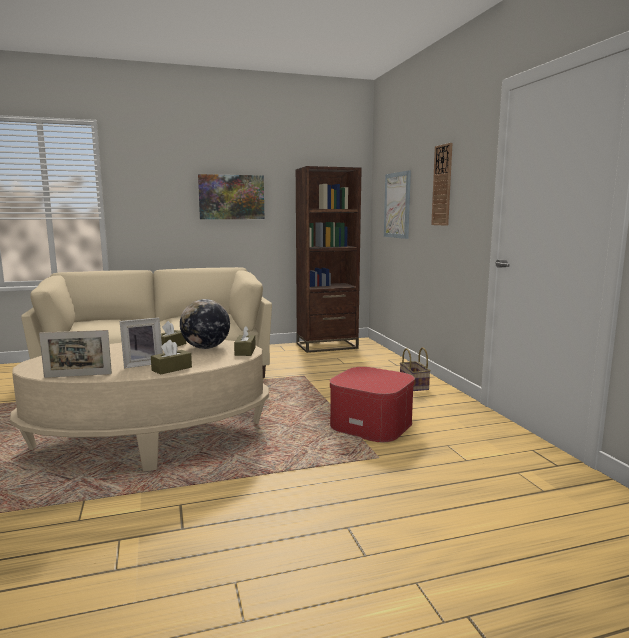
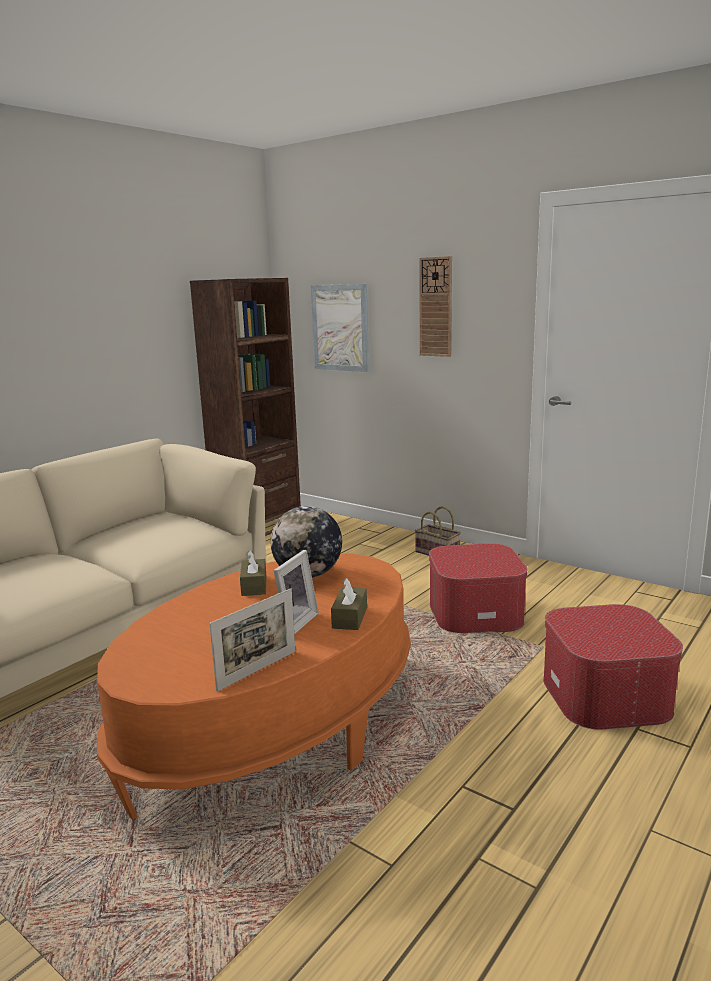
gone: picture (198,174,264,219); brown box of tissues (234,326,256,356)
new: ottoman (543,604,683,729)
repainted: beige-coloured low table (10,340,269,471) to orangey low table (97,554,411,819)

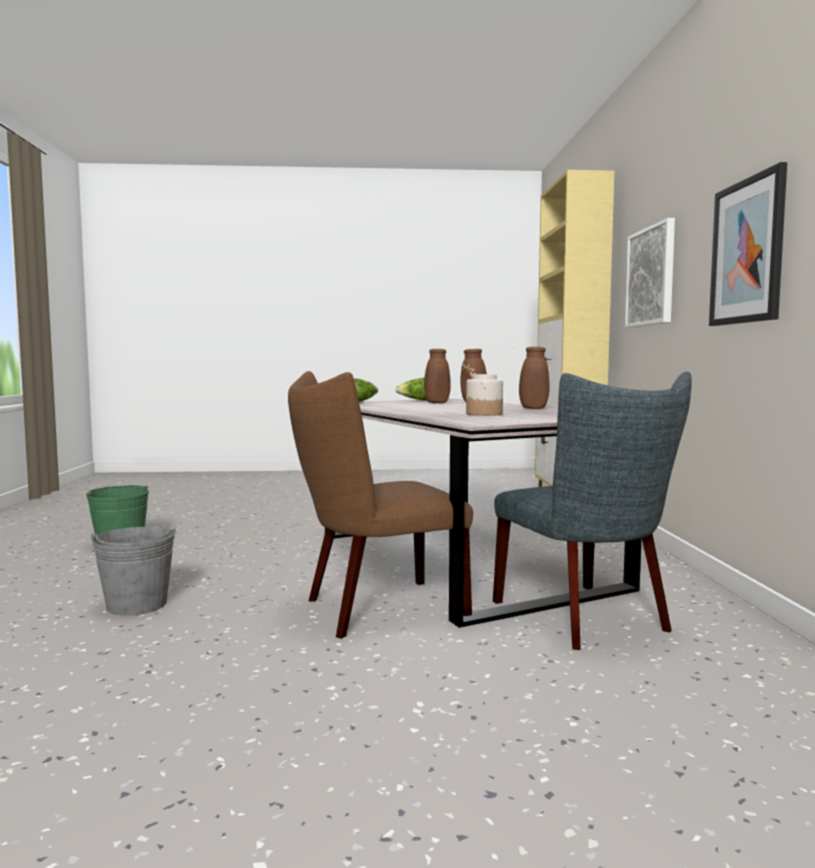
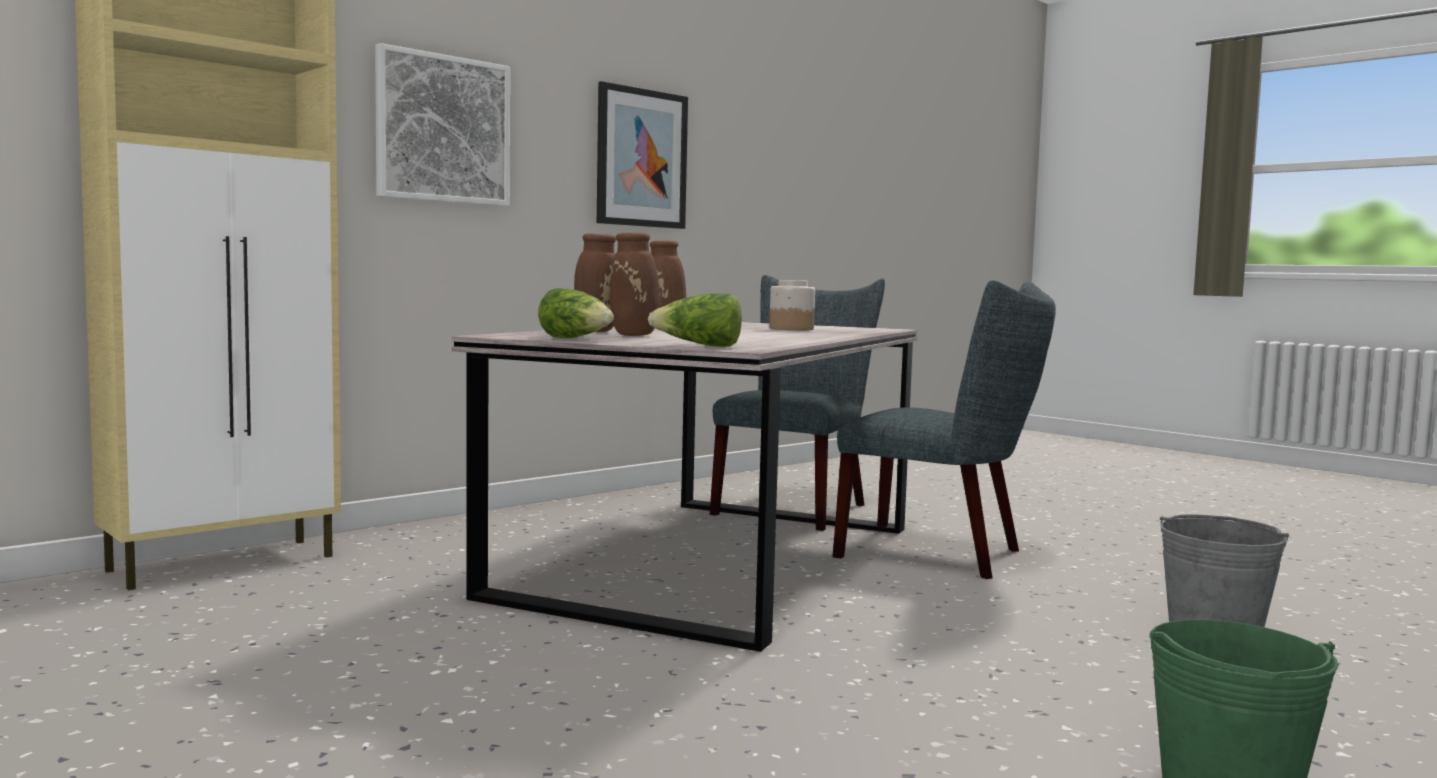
repainted: brown upright chair (288,371,473,639) to greyish upright chair (833,280,1056,579)

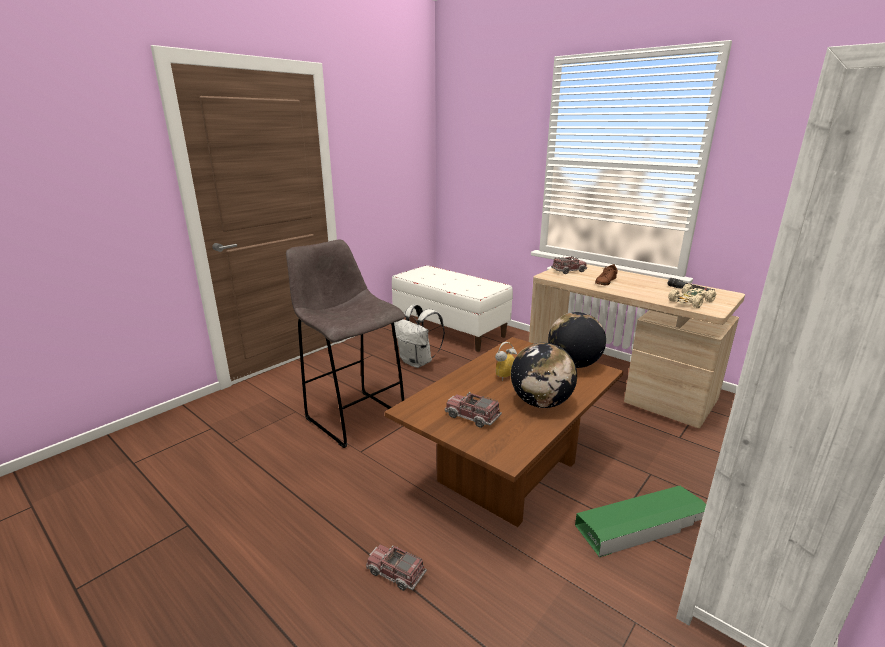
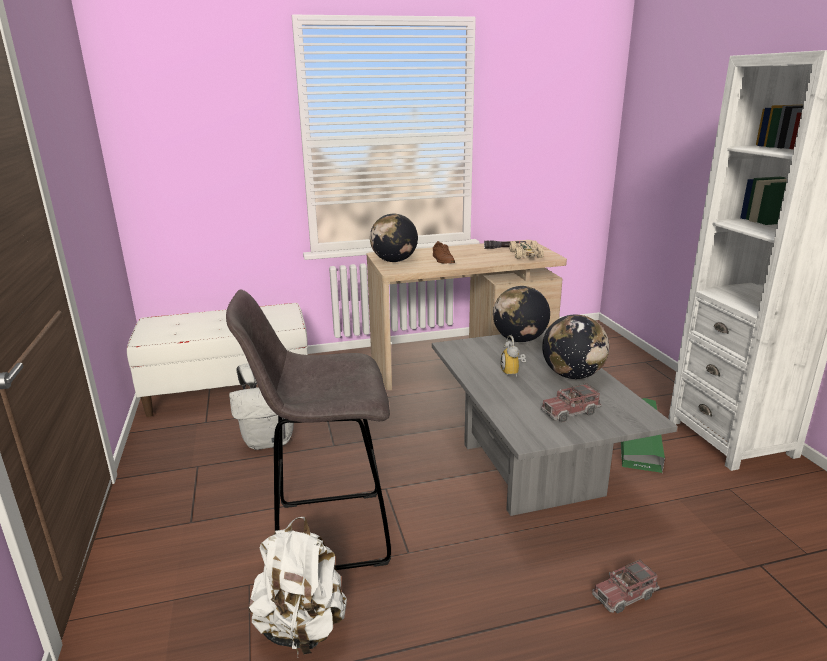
new: whitish backpack (249,517,347,655)
swapped: model truck (551,256,587,274) to globe (370,214,418,262)
repainted: brown low table (385,337,623,527) to greyish low table (432,328,678,516)

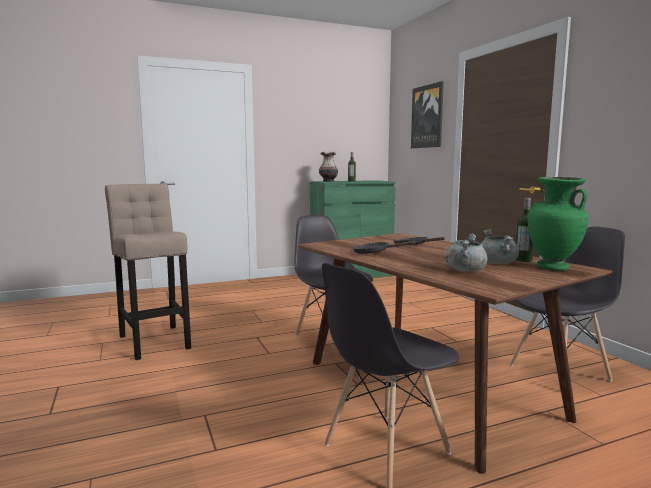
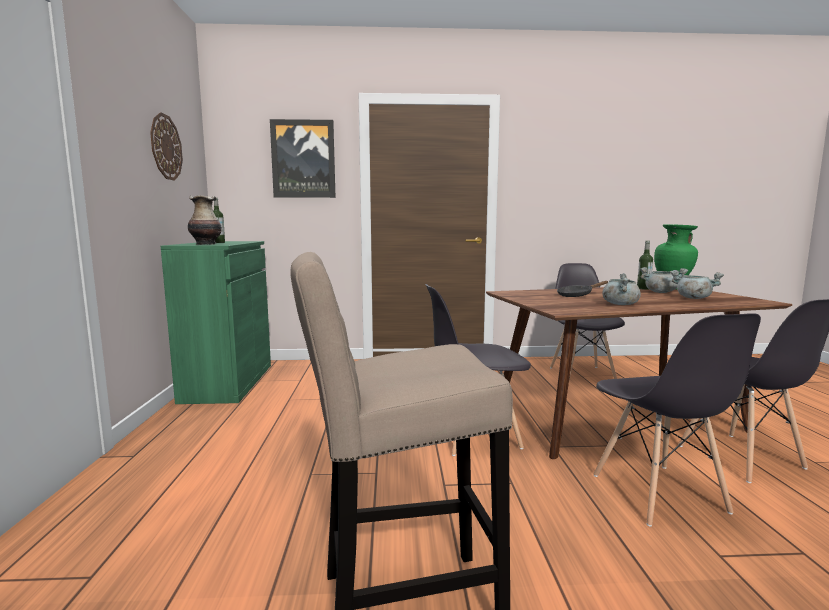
new: wall clock (150,112,183,181); greyish upright chair (593,313,761,527)
swapped: black pan (353,241,416,254) to greyish stockpot (602,273,641,305)

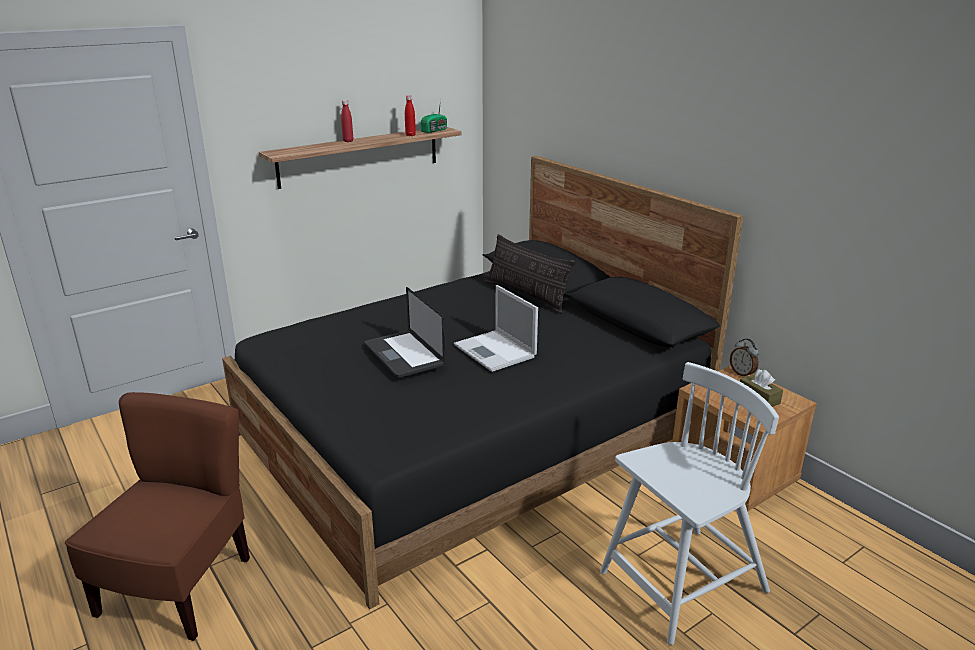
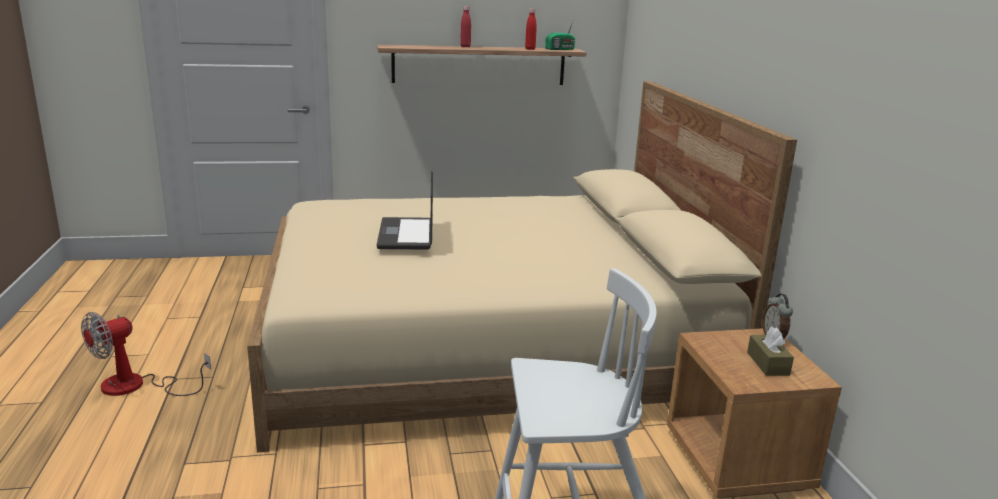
gone: notebook computer (454,285,538,372); cushion (485,234,575,314)
swapped: brown upright chair (65,392,250,641) to fan (81,312,211,396)
repainted: black bed (222,156,743,609) to beige-coloured bed (247,81,797,453)

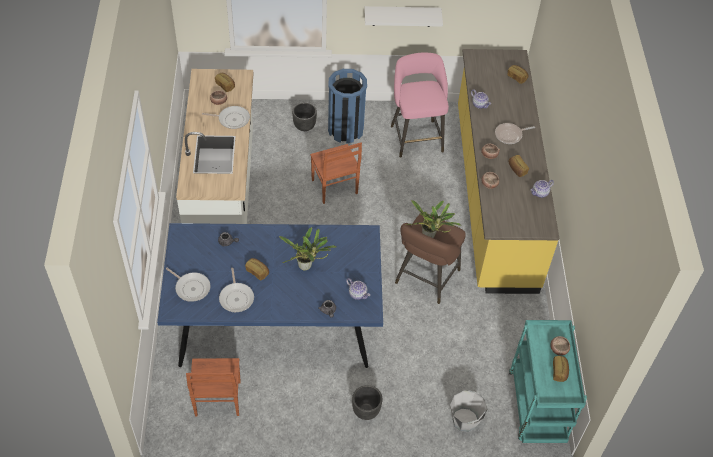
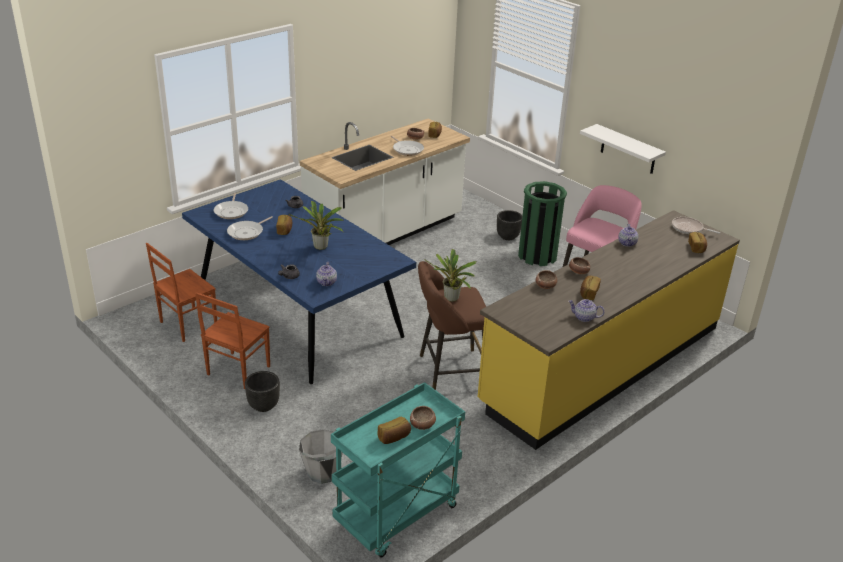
shifted: brown upright chair (310,142,362,204) to (195,292,270,389); pan (495,123,535,144) to (672,217,720,234)
repainted: blue-coloured rubbish bin (328,69,367,143) to greenish rubbish bin (518,181,567,266)

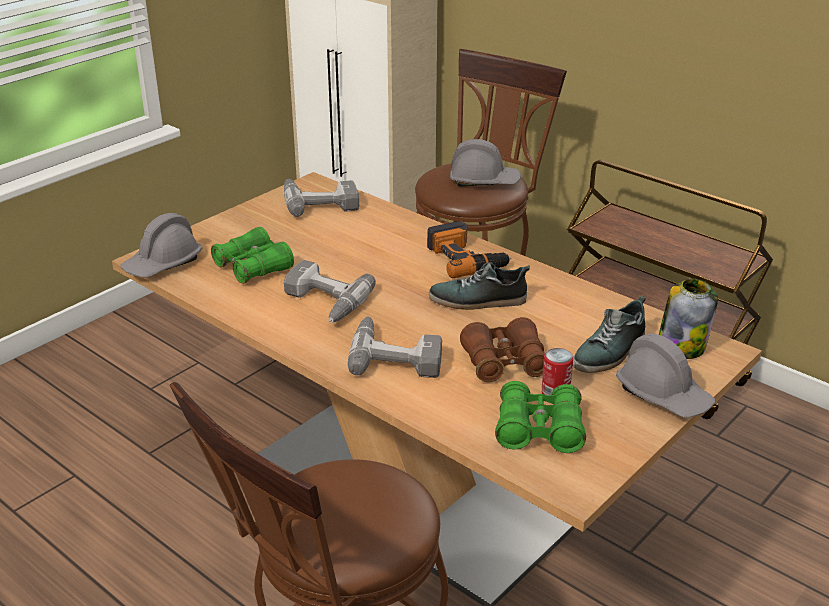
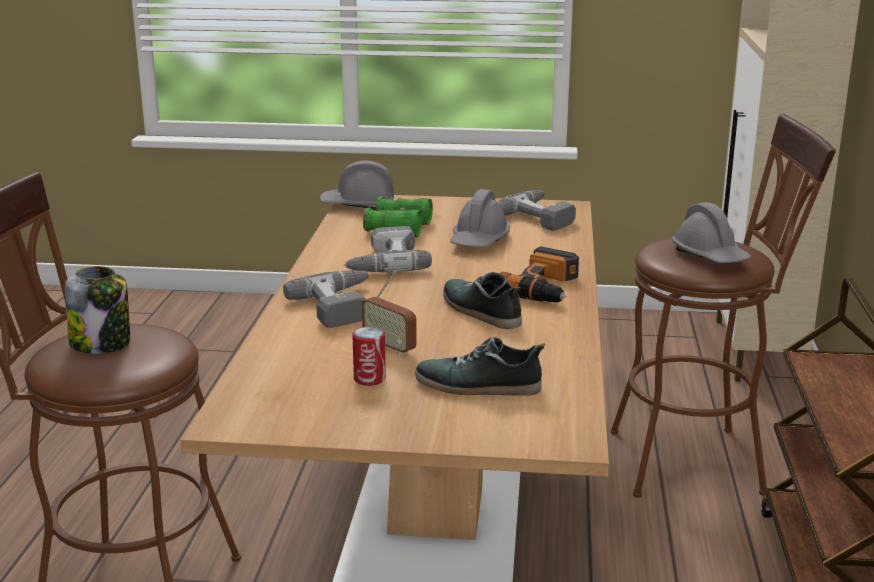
gone: greenish field glasses (495,381,586,453)
shifted: greyish work helmet (616,333,716,418) to (450,189,510,247); storage jar (659,279,718,359) to (65,266,130,354)
swapped: brown field glasses (460,317,545,382) to radio set (362,271,417,355)

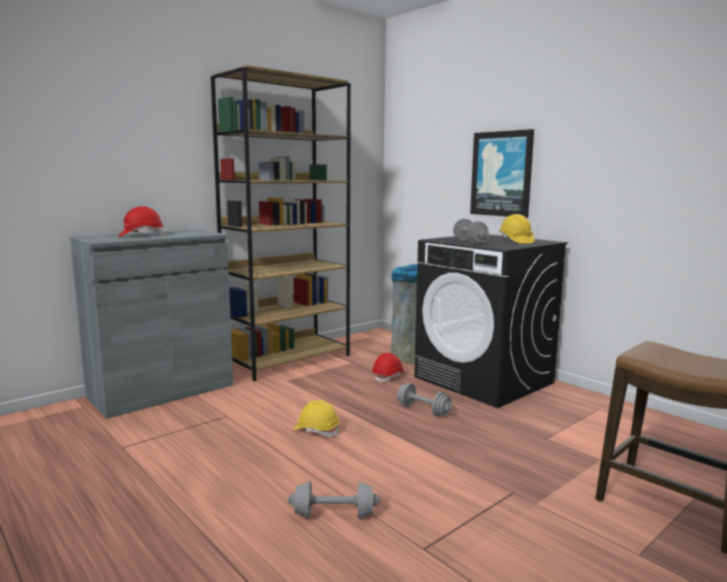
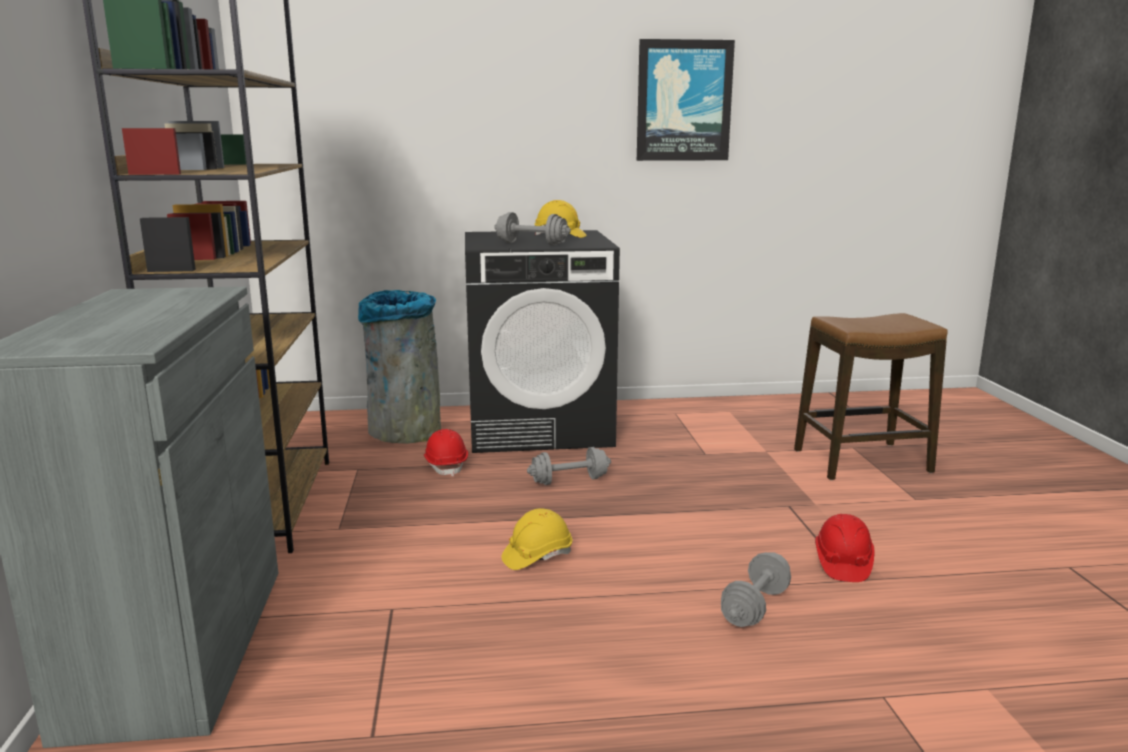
shifted: red-coloured work helmet (118,206,164,237) to (815,514,875,582); picture (470,129,534,218) to (637,39,735,161)

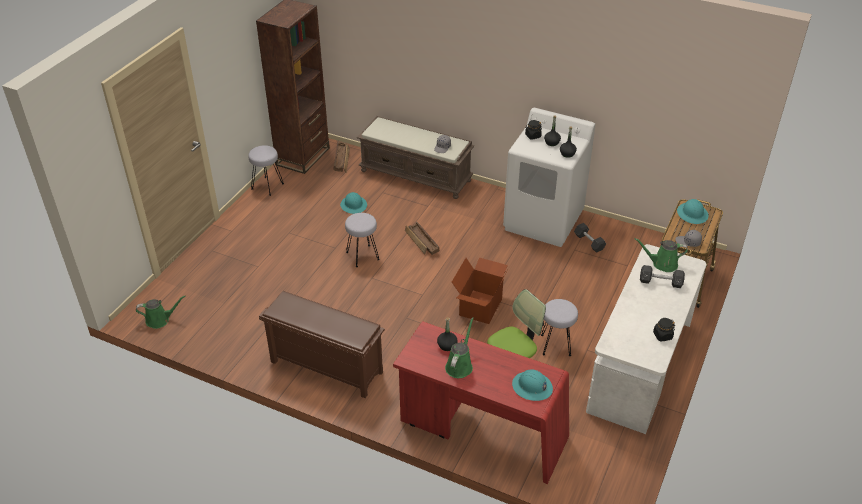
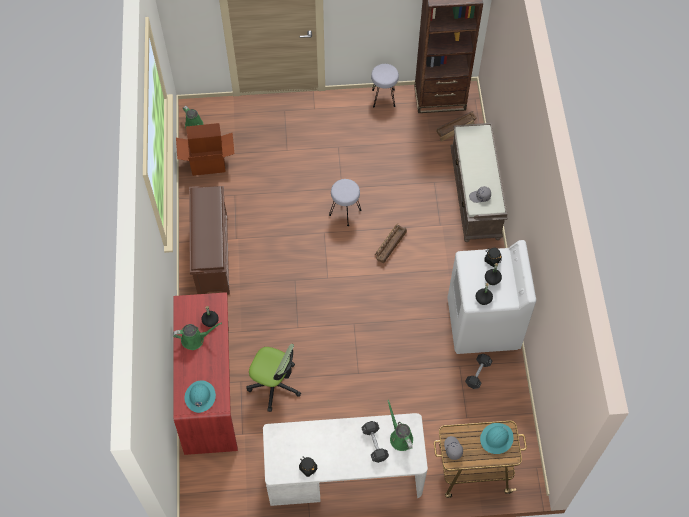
gone: blue-green work helmet (340,192,367,214); greyish stool seat (541,299,578,356)
shifted: packing box (452,258,509,324) to (176,123,234,176)

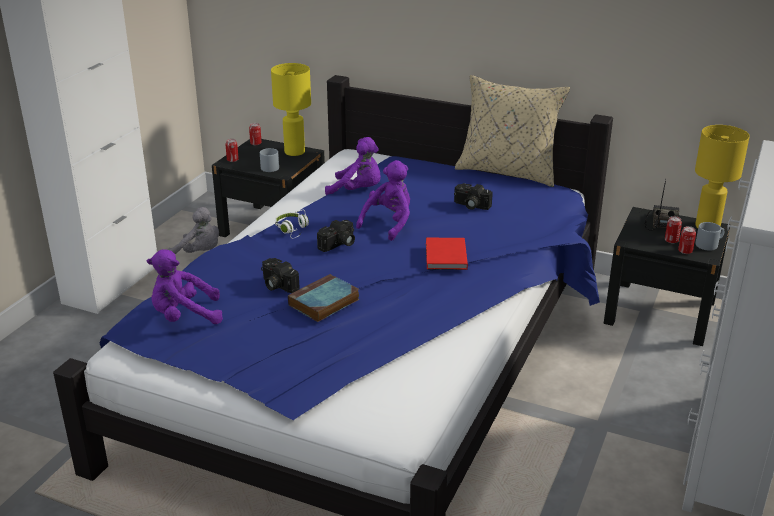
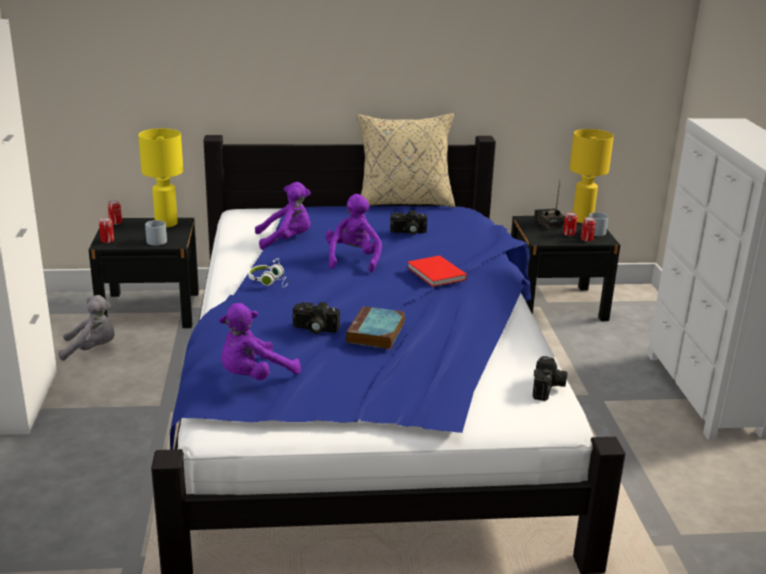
shifted: still camera (317,220,355,252) to (532,356,568,401)

